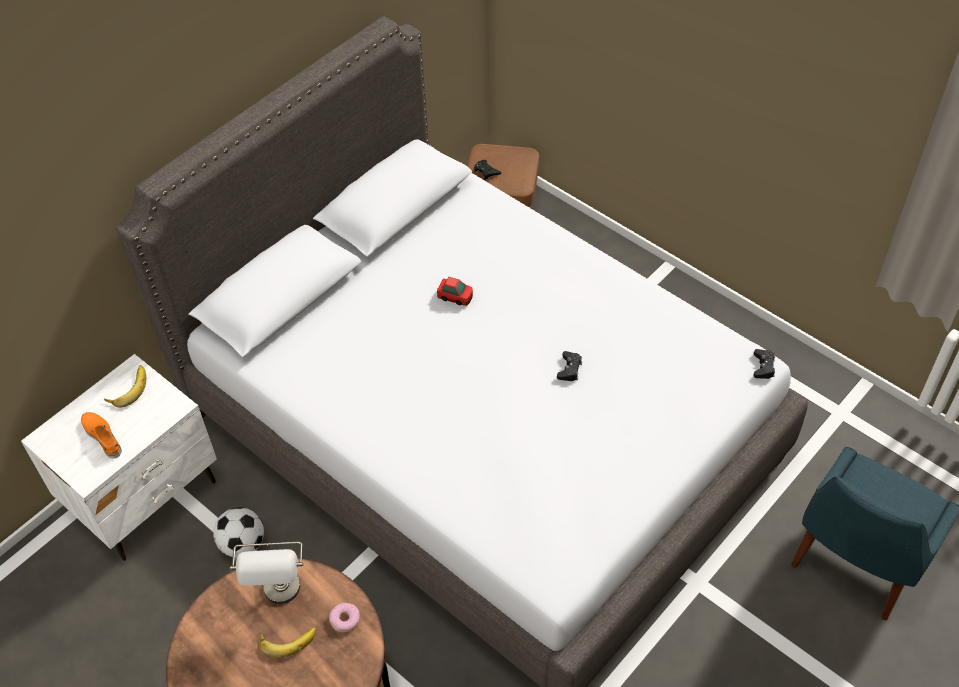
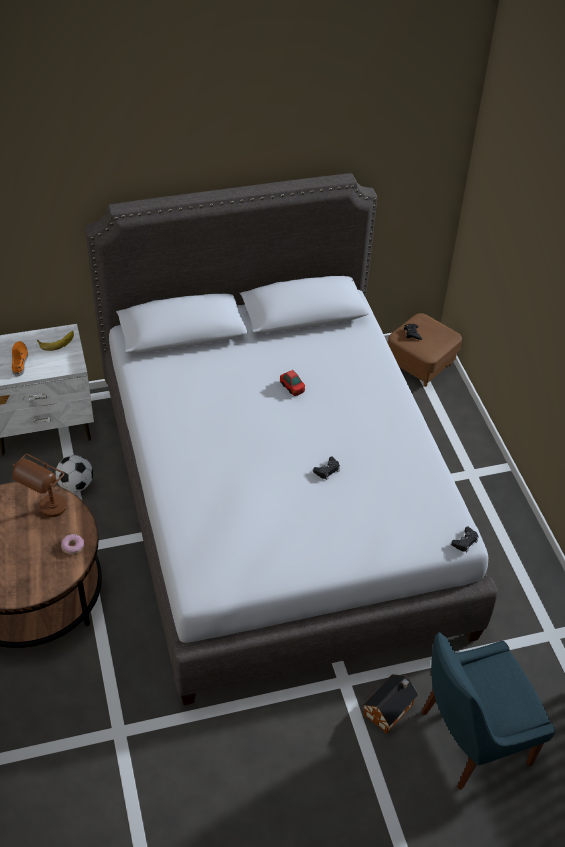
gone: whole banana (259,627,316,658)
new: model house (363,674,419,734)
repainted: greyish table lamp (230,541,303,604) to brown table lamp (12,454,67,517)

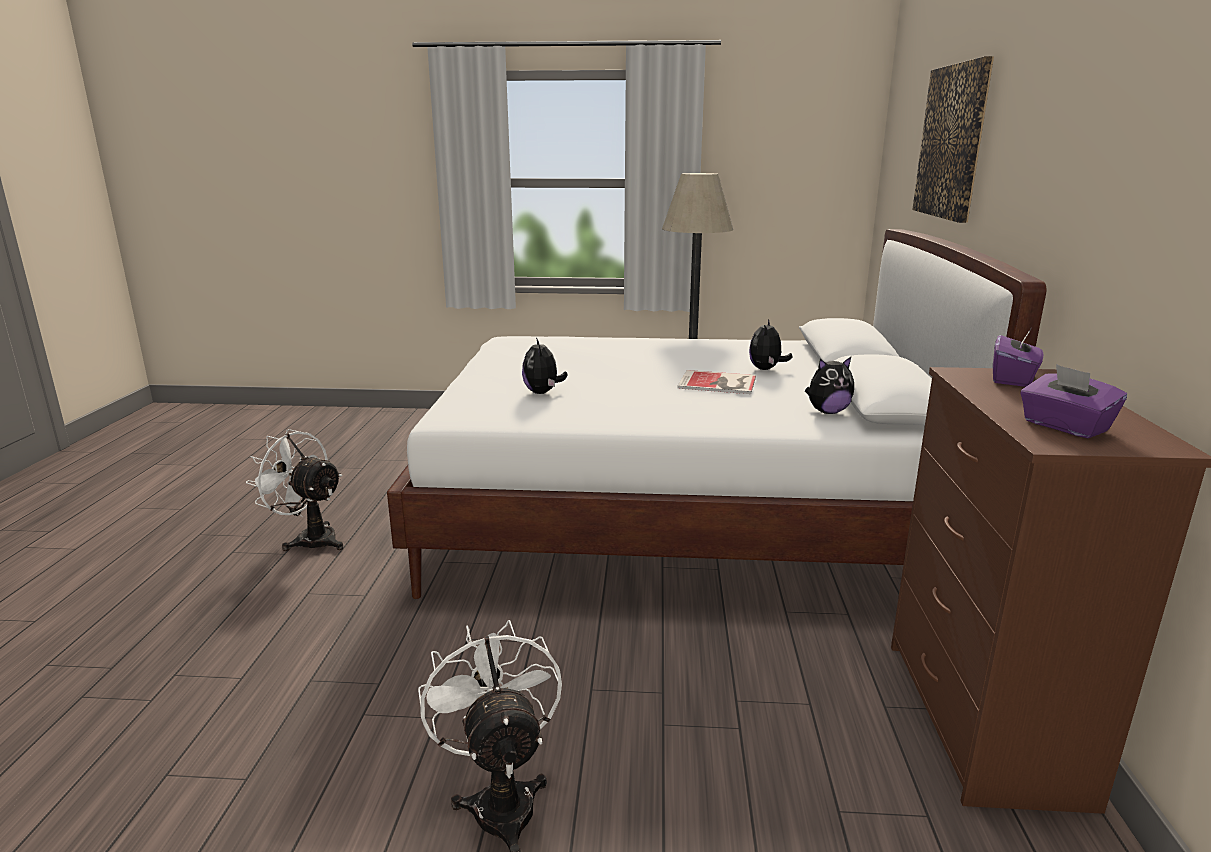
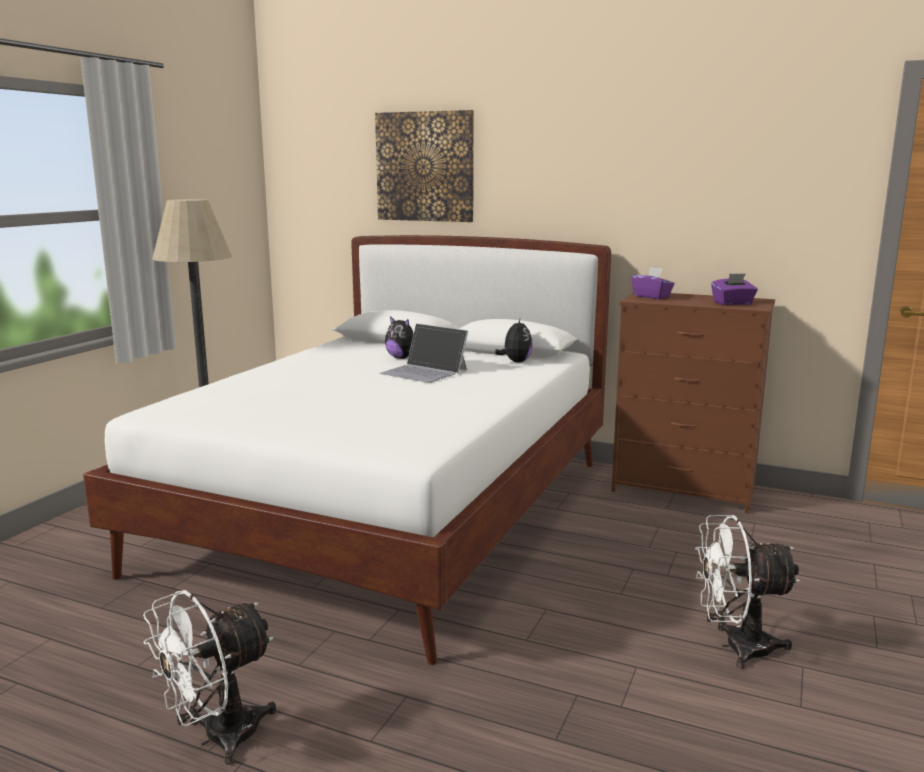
gone: soft toy (522,337,567,394)
swapped: book (677,370,756,394) to notebook computer (380,323,468,383)

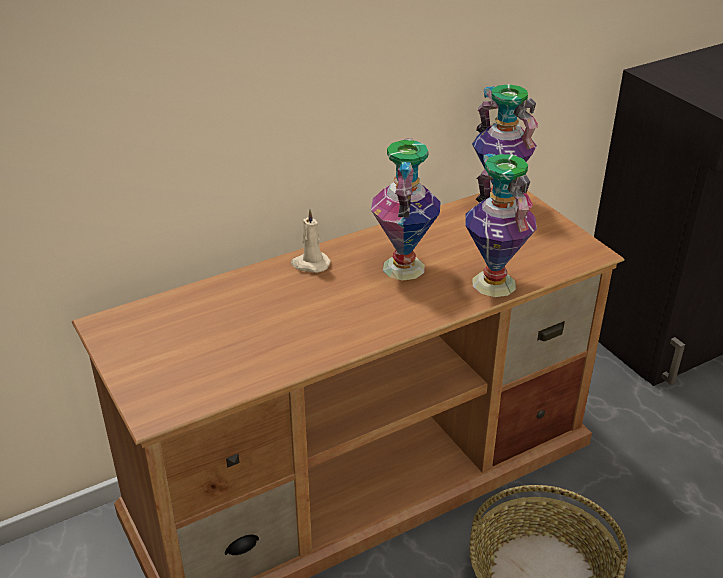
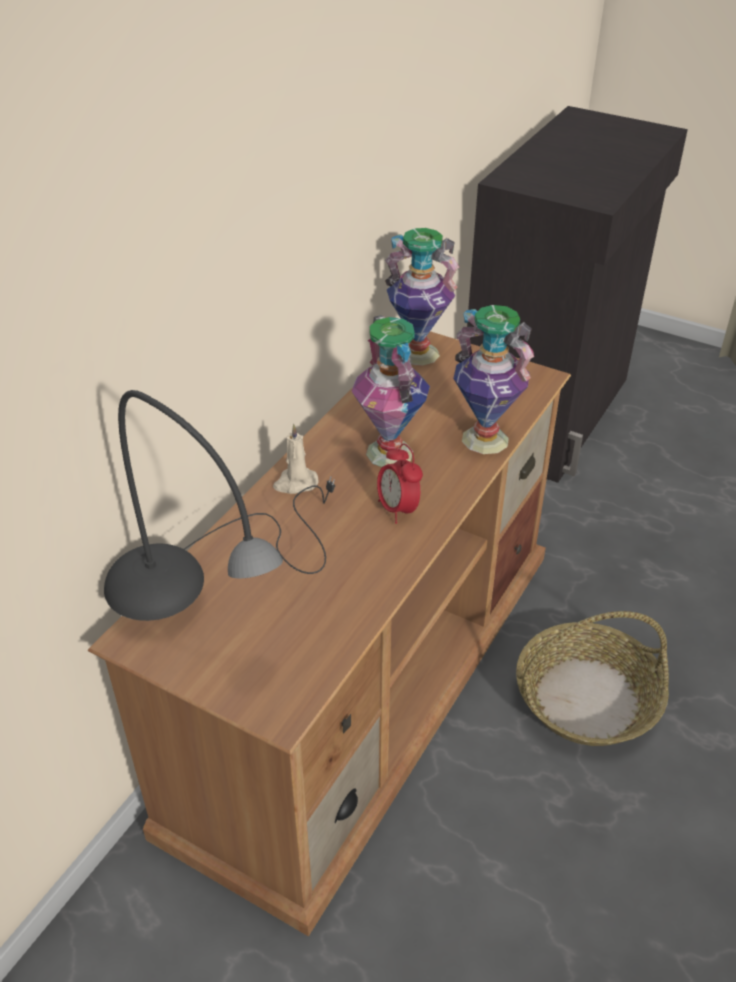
new: greyish table lamp (104,390,336,621); bedside clock (377,443,423,524)

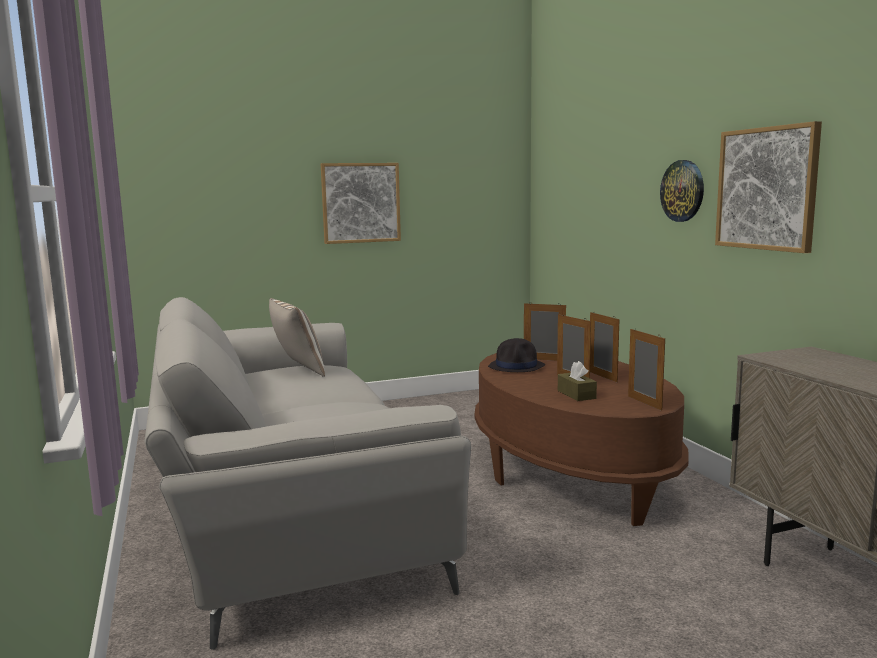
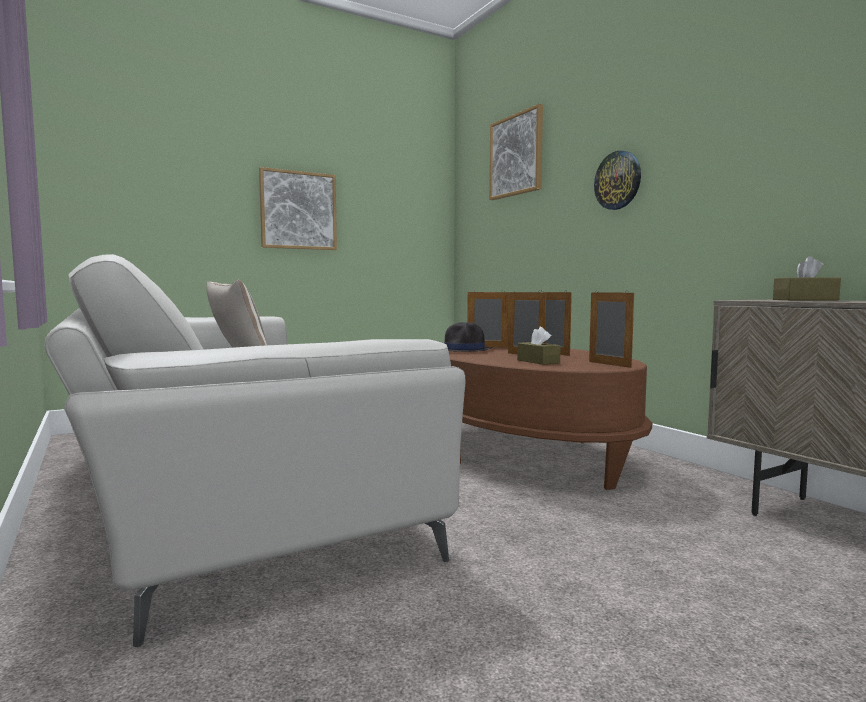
new: brown box of tissues (773,256,841,300)
shifted: picture (715,121,822,253) to (489,104,543,200)

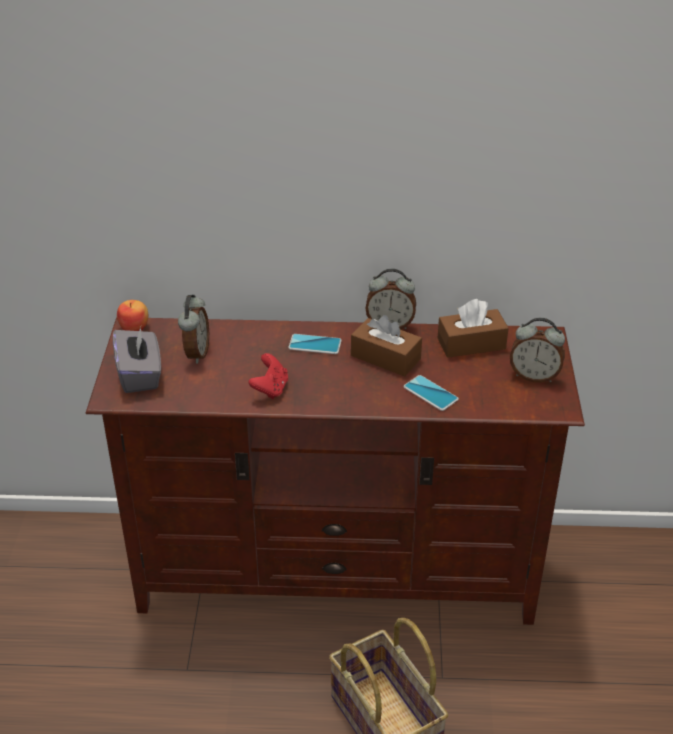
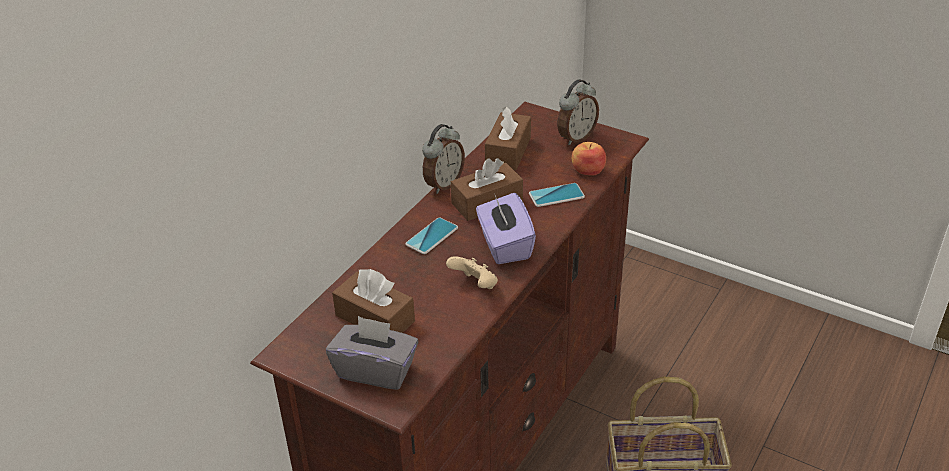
new: purple-coloured box of tissues (476,193,536,264)
shifted: whole apple (117,300,148,331) to (572,142,606,175)
swapped: bedside clock (178,295,209,364) to brown box of tissues (332,269,415,333)
repainted: red-coloured joypad (249,353,288,399) to beige-coloured joypad (446,256,498,289)

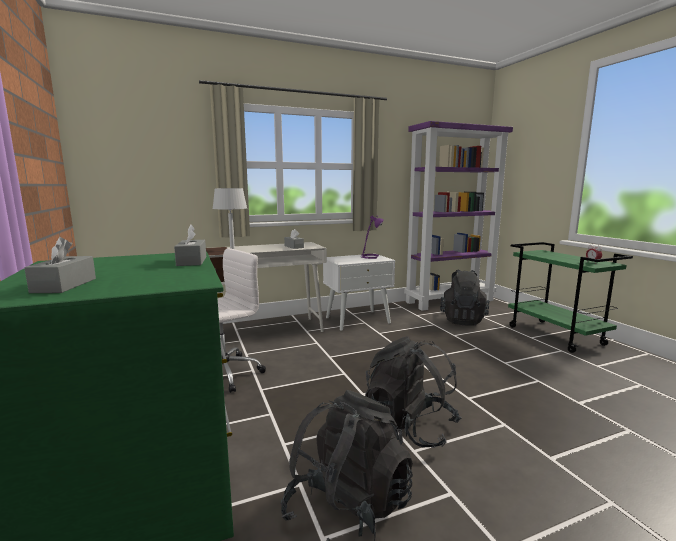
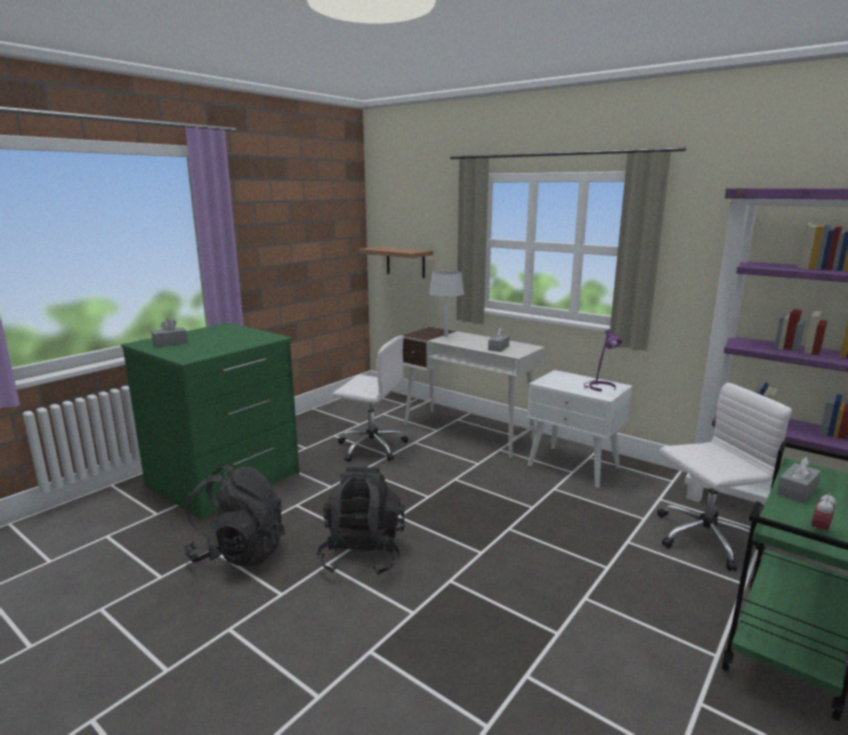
new: wall shelf (359,247,433,278)
shifted: greyish box of tissues (174,225,206,266) to (776,457,821,503)
swapped: black backpack (440,269,490,326) to whitish desk chair (657,383,792,571)

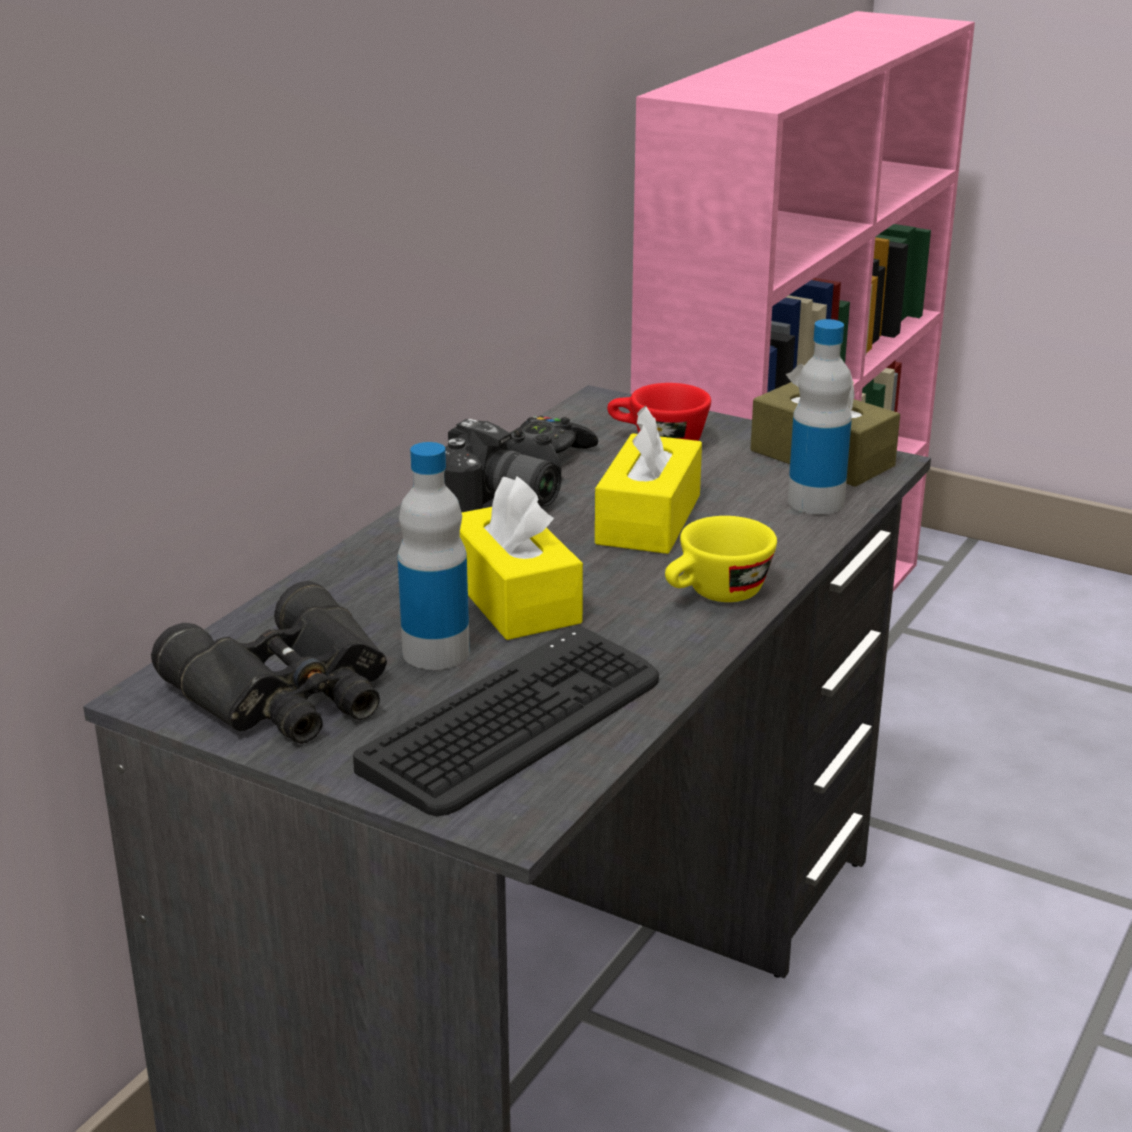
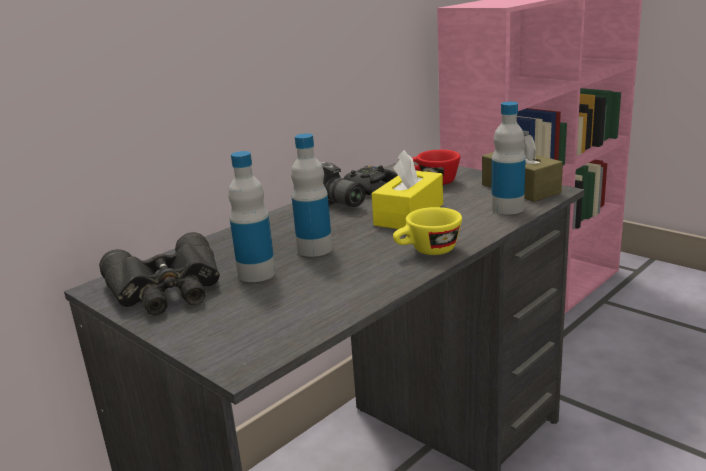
gone: computer keyboard (353,626,659,816)
swapped: yellow-coloured box of tissues (460,476,583,640) to drink bottle (291,133,332,257)

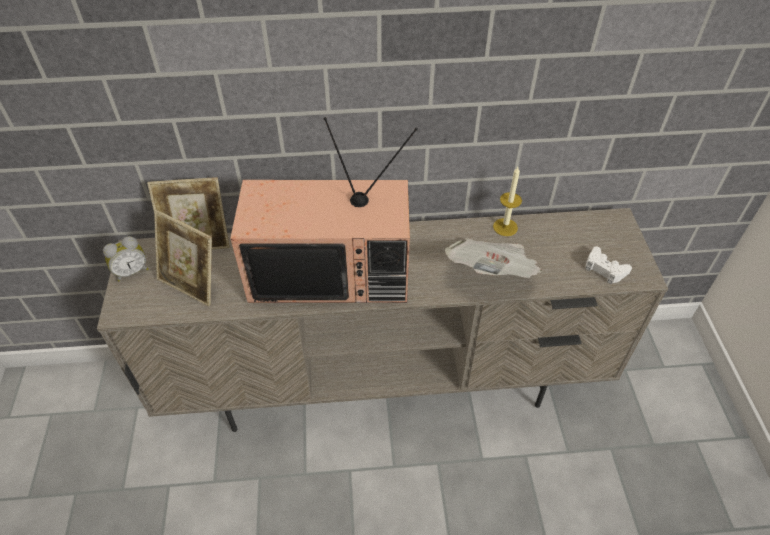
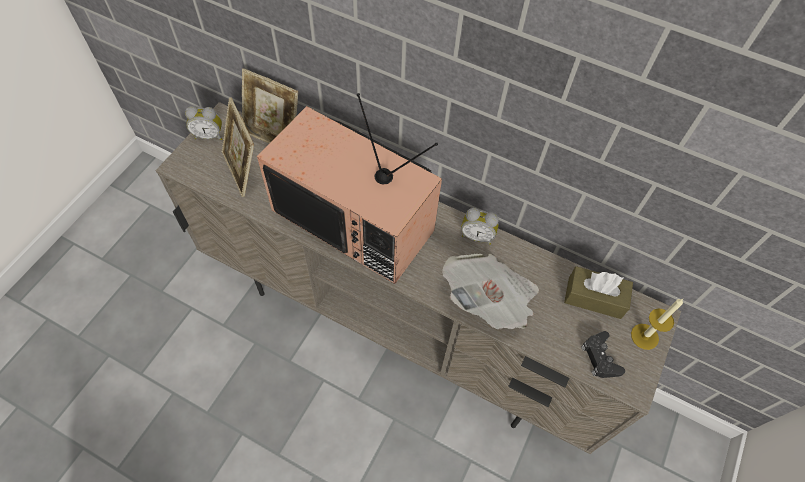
new: bedside clock (461,208,499,245); brown box of tissues (564,266,633,319)
shifted: wax candle (493,167,522,236) to (631,299,683,350)
repainted: whitish joypad (586,246,632,284) to black joypad (581,331,625,378)

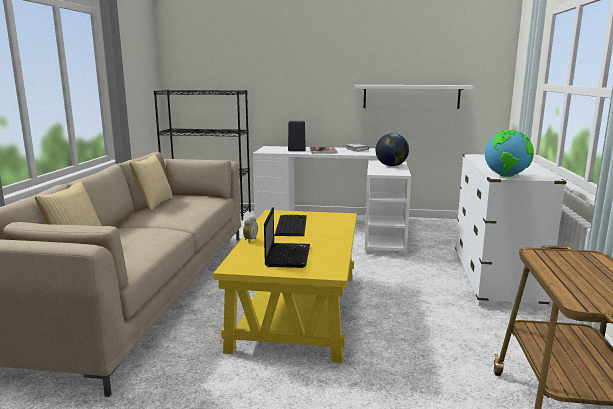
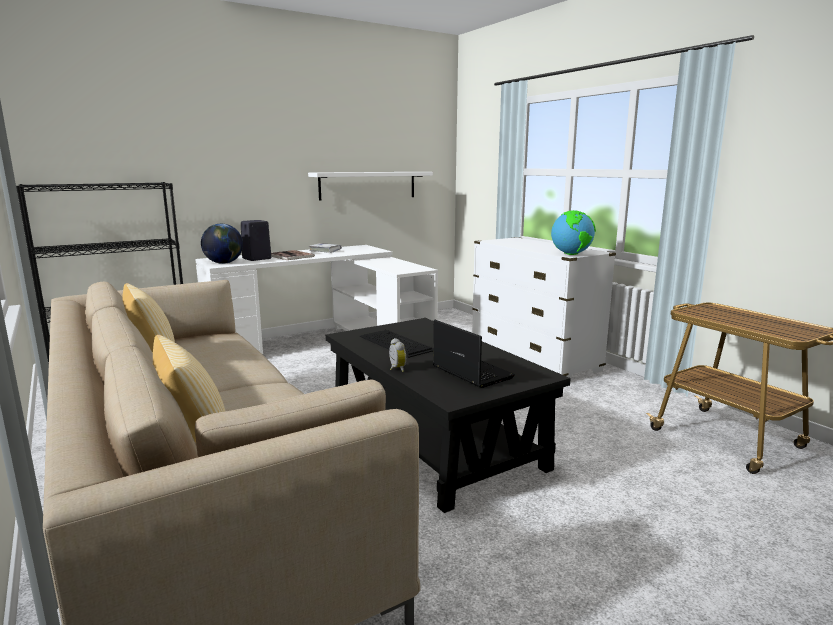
shifted: globe (375,133,409,166) to (201,224,243,264)
repainted: yellow-coloured low table (213,210,357,363) to black low table (326,318,571,513)

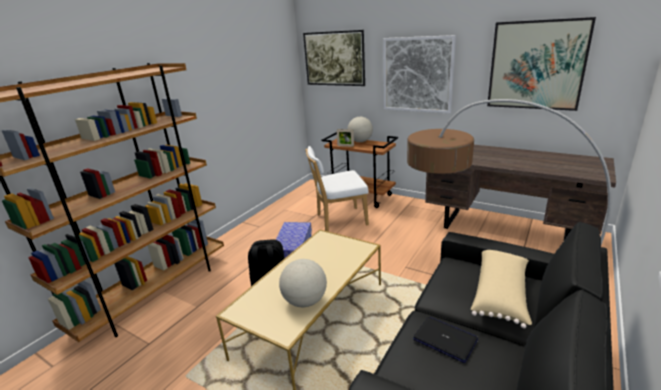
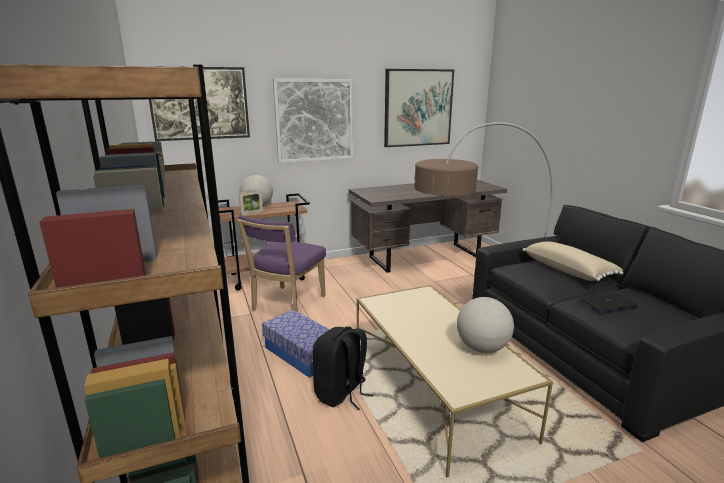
repainted: whitish upright chair (306,146,369,232) to purple-coloured upright chair (237,215,326,312)

